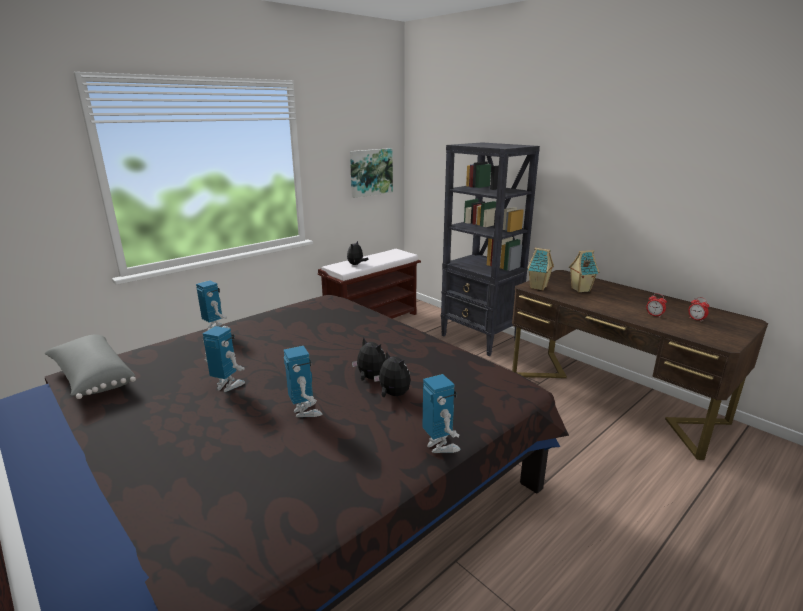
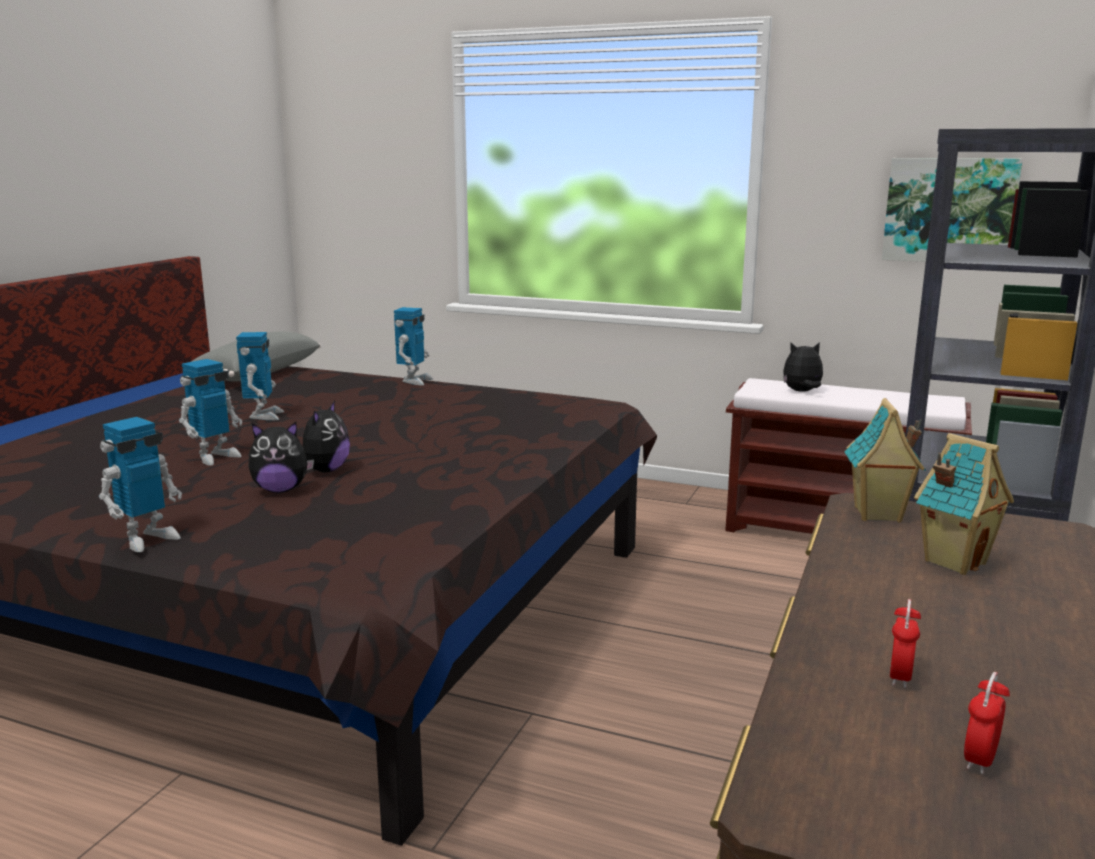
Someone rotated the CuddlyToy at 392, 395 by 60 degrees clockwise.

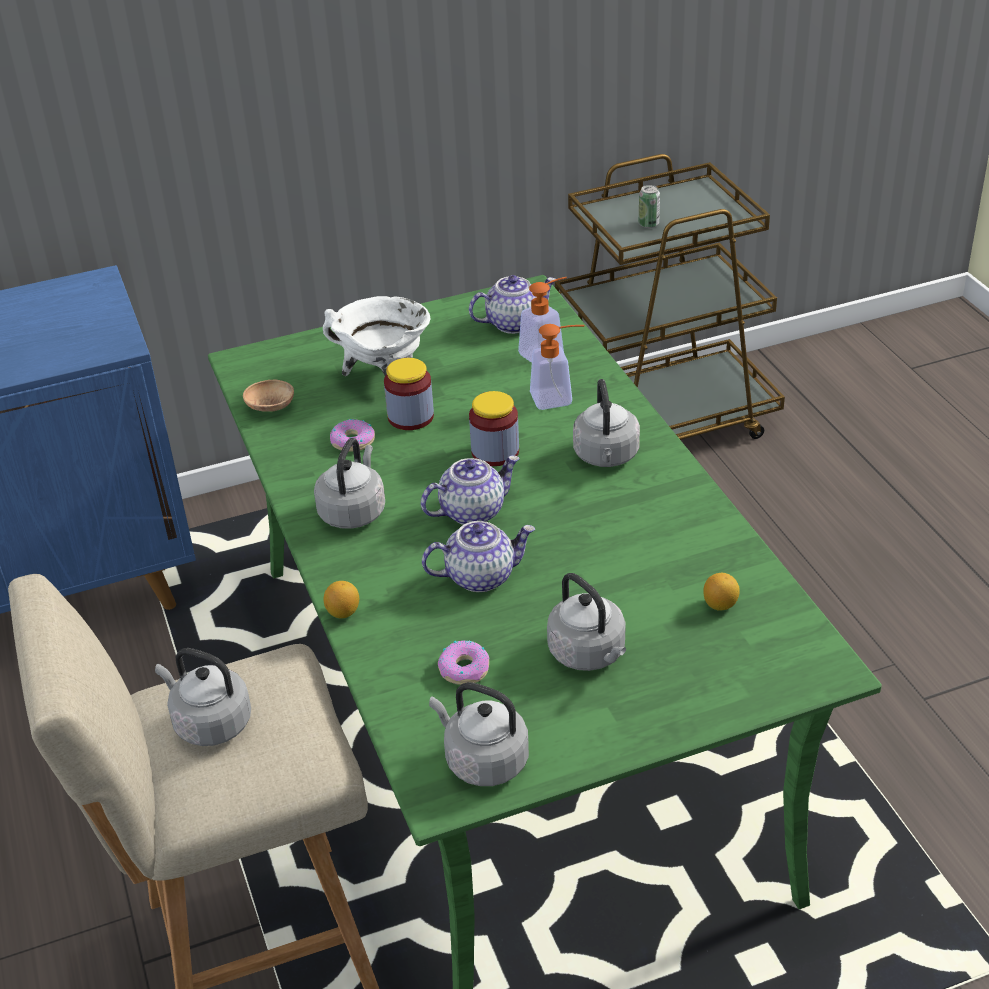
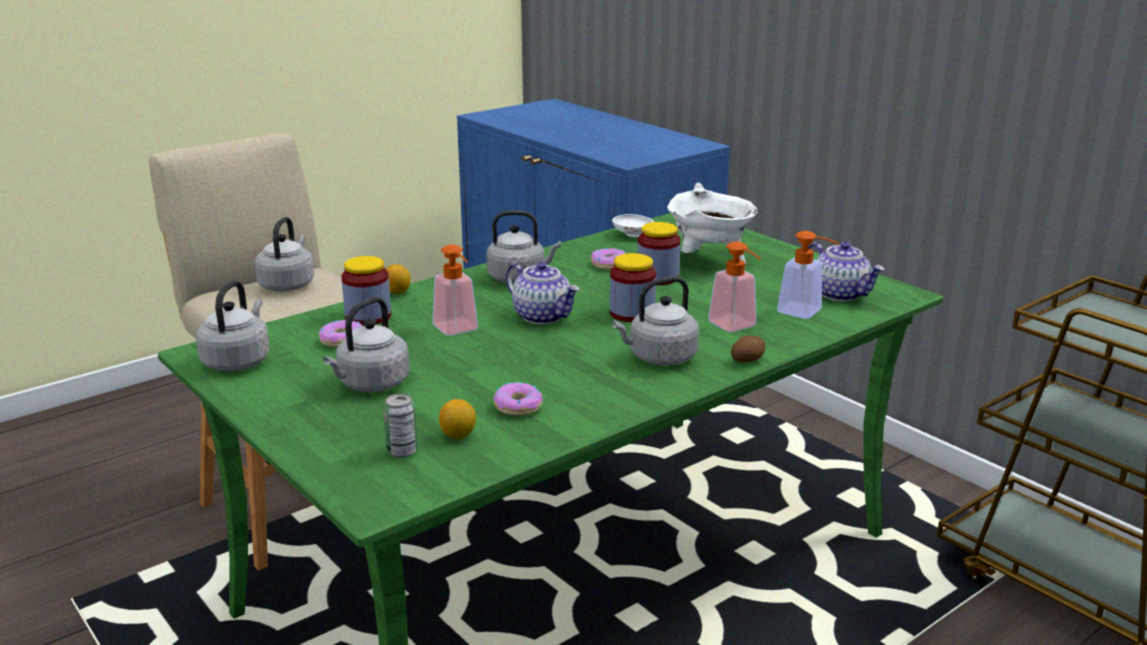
Someone put down the StorageJar at 368, 316.
Someone carried the Can from 648, 224 to 402, 451.
Someone swapped the Teapot at 481, 576 for the SoapBottle at 459, 331.
Someone put down the Donut at 518, 406.
Someone repainted the BrownishDeepDish at 270, 407, which became the WhiteColouredDeepDish at 632, 235.
Someone put down the Potato at 748, 360.

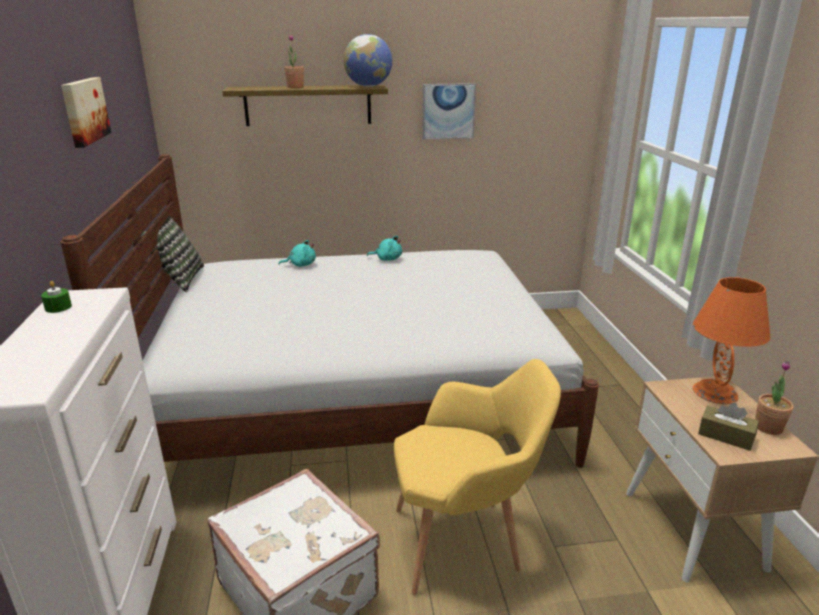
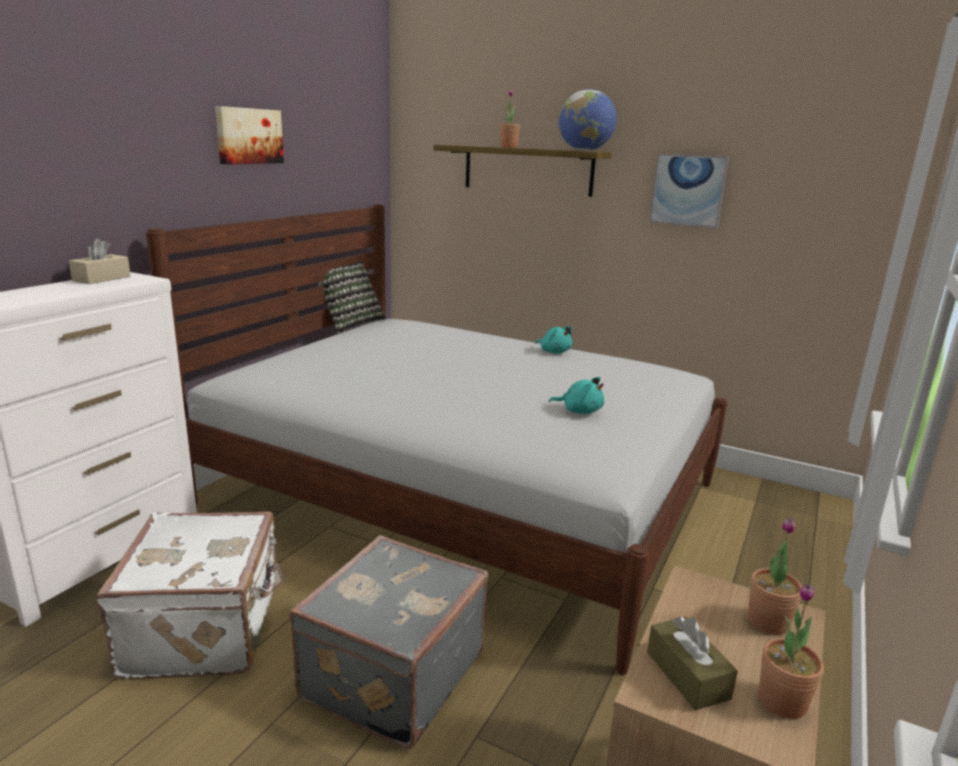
Someone swapped the GreenColouredCandle at 58, 307 for the BeigeColouredBoxOfTissues at 102, 279.
Someone swapped the YellowEasyChair at 465, 542 for the GreyTravelCase at 390, 674.
Someone carried the TurquoiseCuddlyToy from 300, 265 to 579, 411.
Someone swapped the OrangeyTableLamp at 715, 392 for the PlantInAPot at 768, 622.

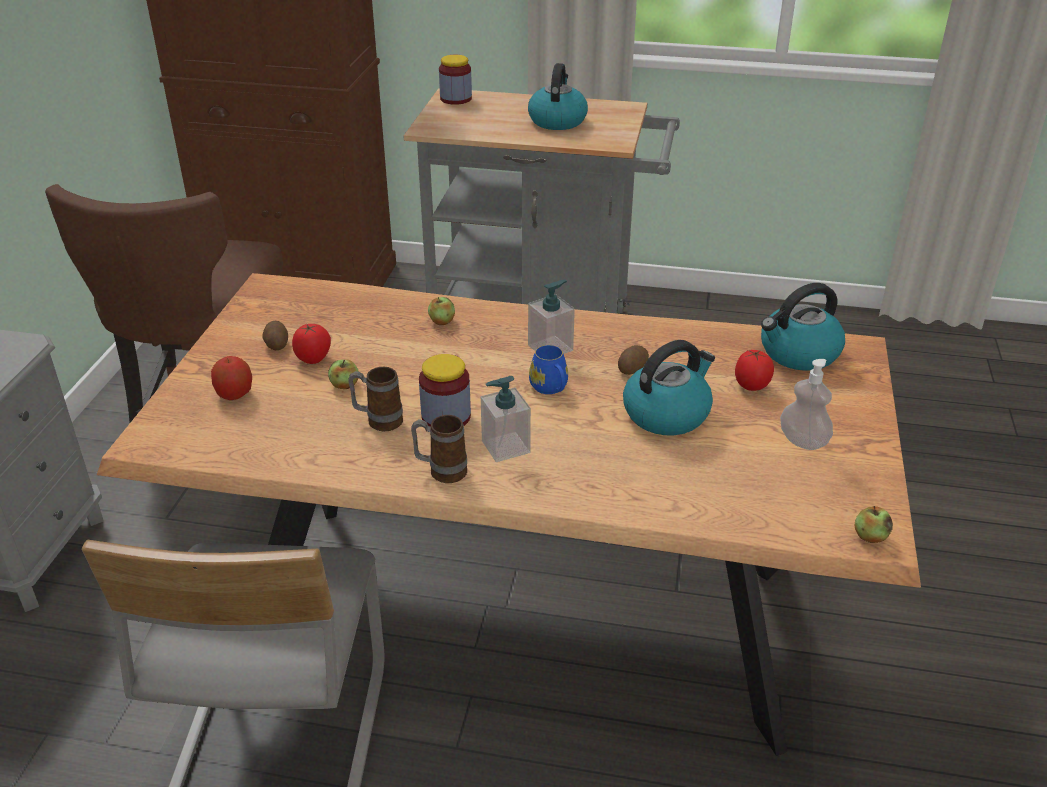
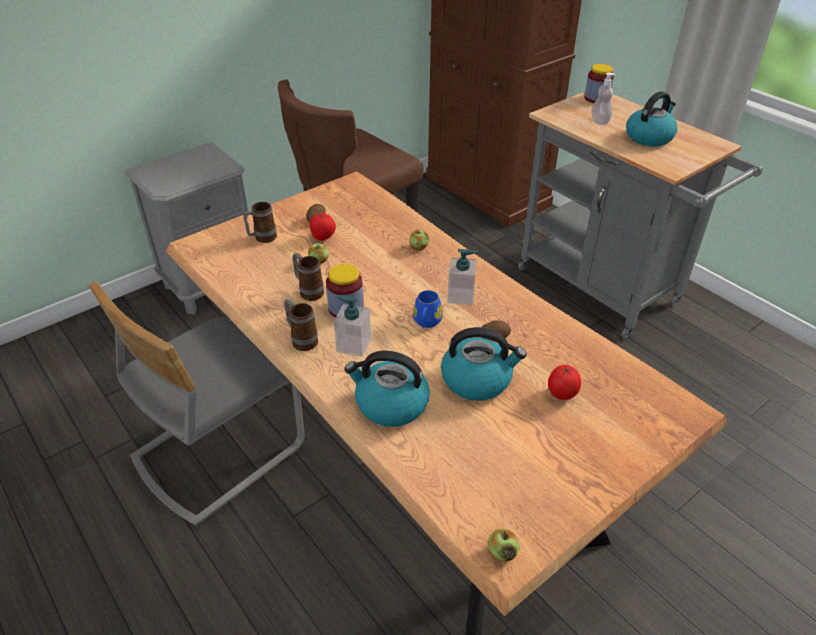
Someone swapped the Apple at 234, 395 for the TeaMug at 262, 239.
Someone carried the Kettle from 798, 353 to 390, 404.
Someone carried the SoapBottle from 803, 441 to 599, 121.

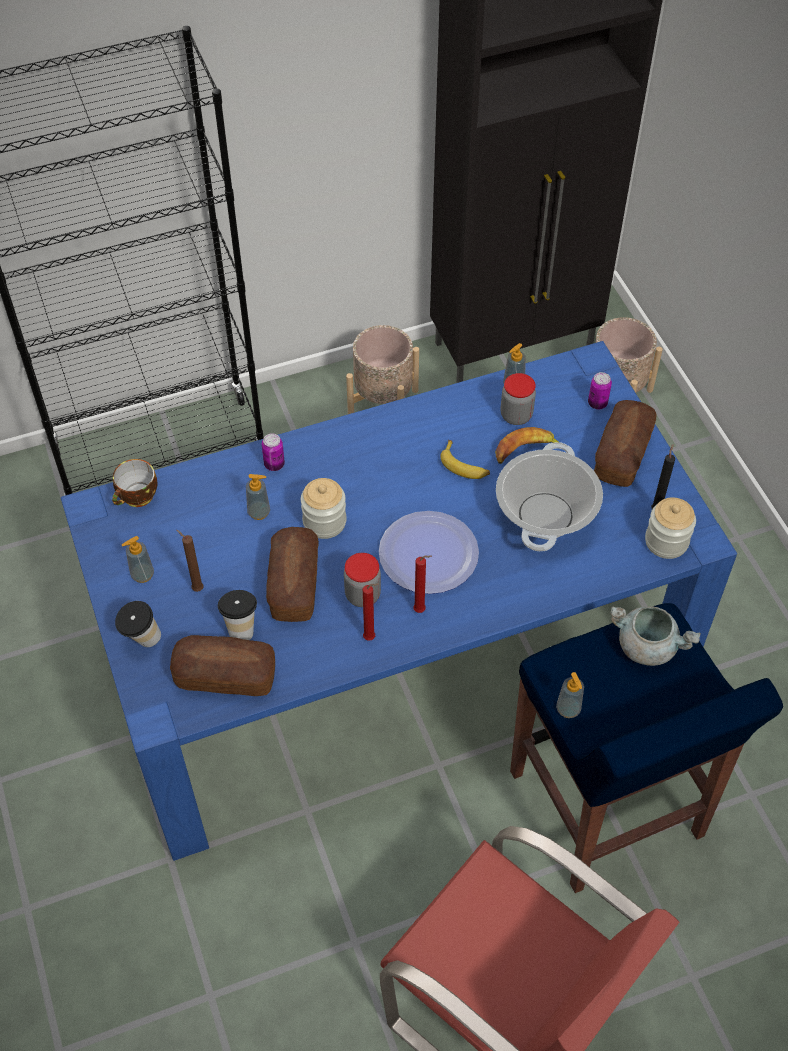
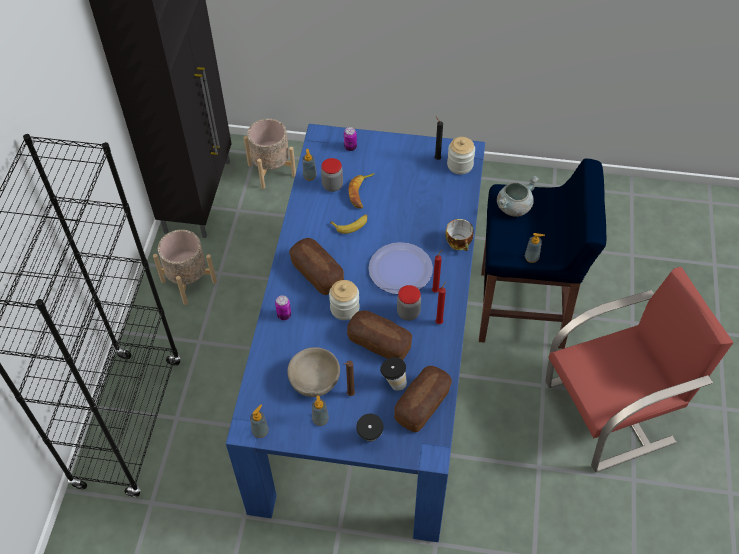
Someone carried the SoapBottle from 259, 512 to 260, 431.
Someone put down the BeigeColouredDeepDish at 314, 380.
Someone carried the Bread from 622, 454 to 317, 273.
Someone carried the SmallCup from 137, 497 to 459, 243.
Someone took away the Stockpot at 546, 515.

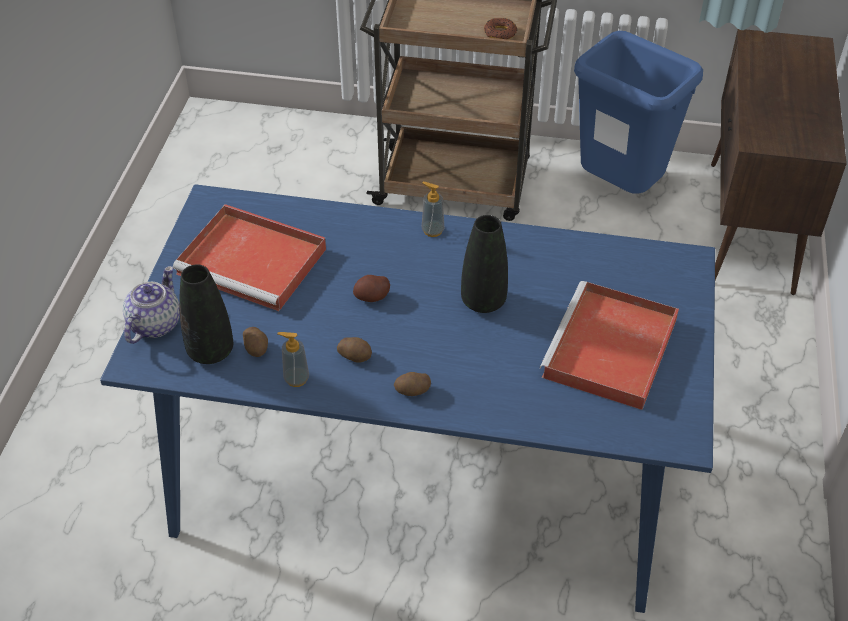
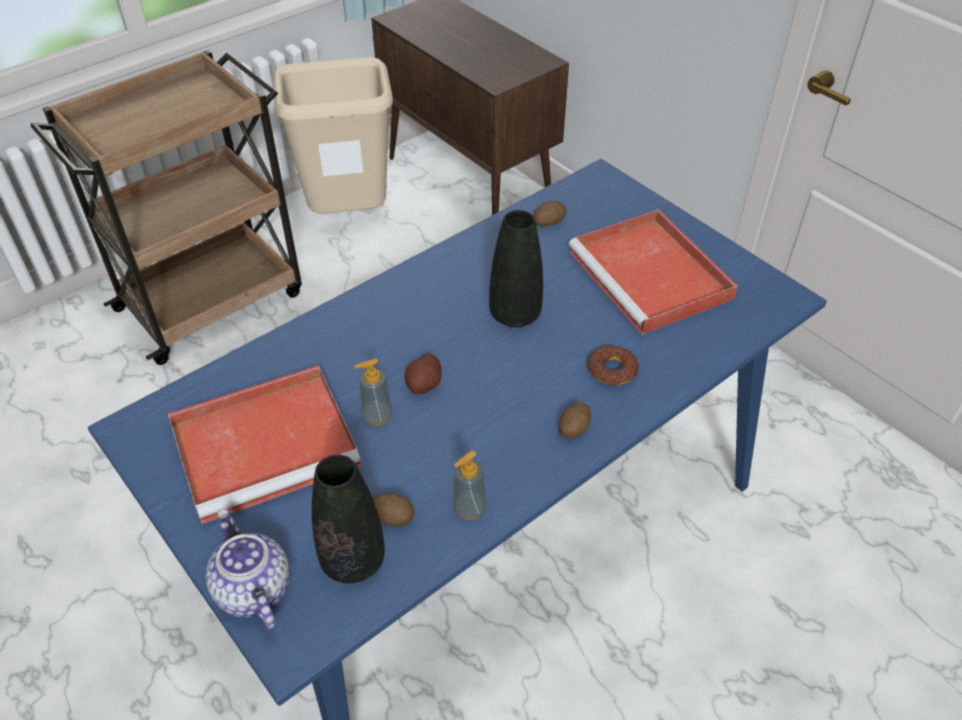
Someone repainted the BluishRubbishBin at 619, 191, which became the BeigeColouredRubbishBin at 350, 218.
Someone carried the SoapBottle from 432, 230 to 377, 416.
Someone carried the Potato from 355, 355 to 548, 221.
Someone carried the Donut from 500, 33 to 612, 370.

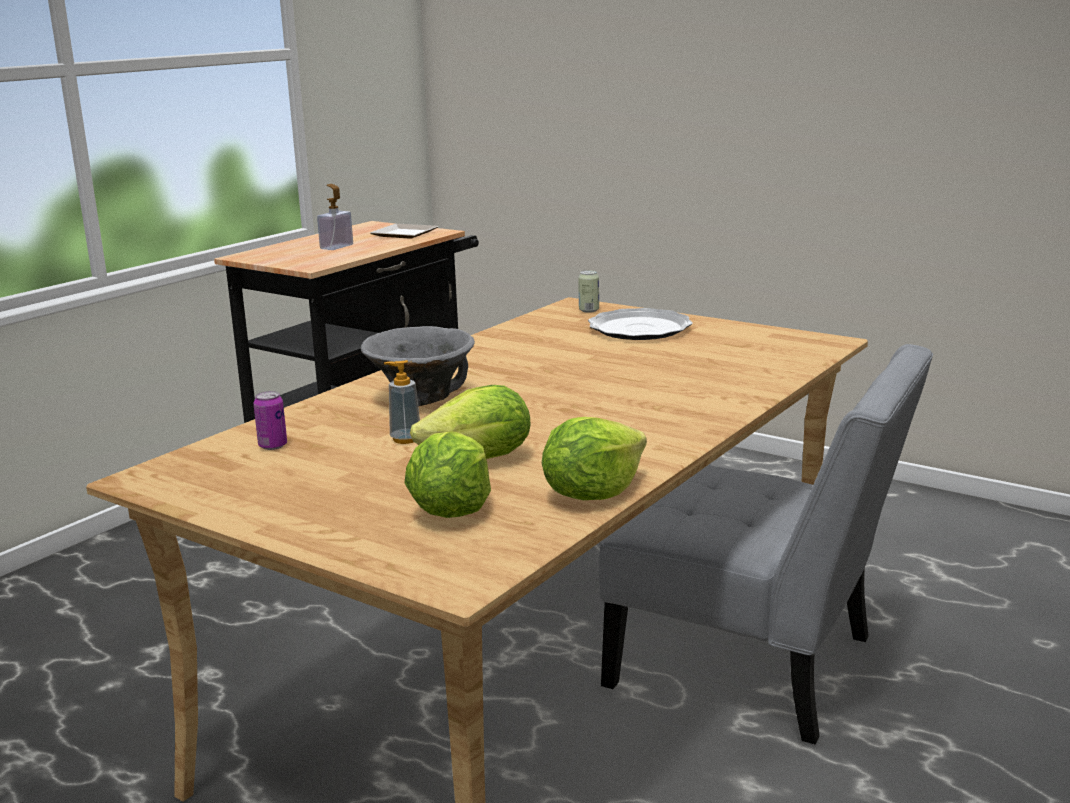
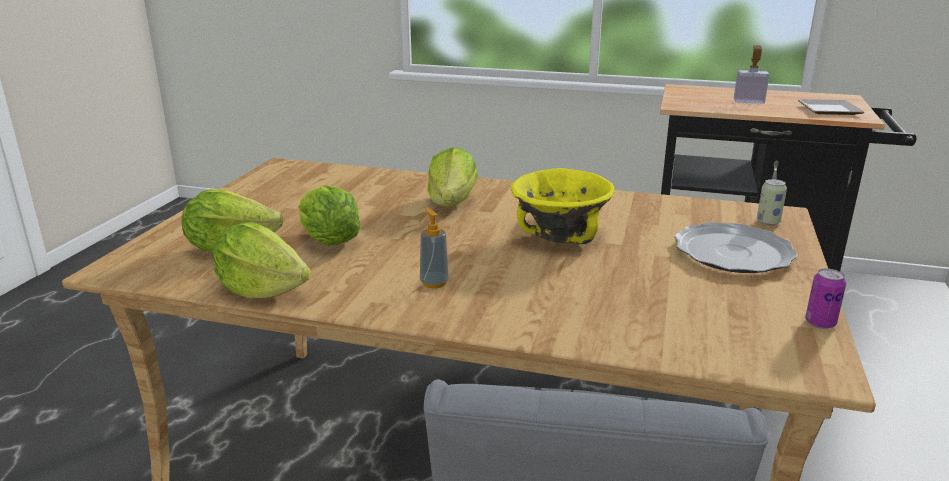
Someone carried the SoapBottle from 405, 439 to 434, 283.
Someone swapped the GreyDeepDish at 421, 399 for the HeadOfLettuce at 452, 202.
Someone put down the YellowDeepDish at 560, 235.
Someone carried the Can from 273, 446 to 820, 323.

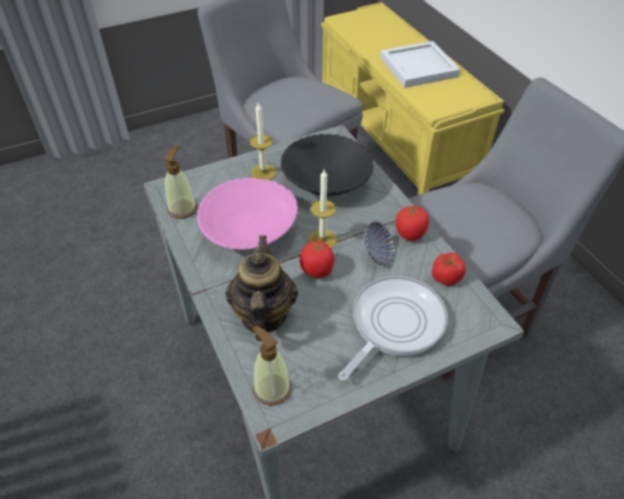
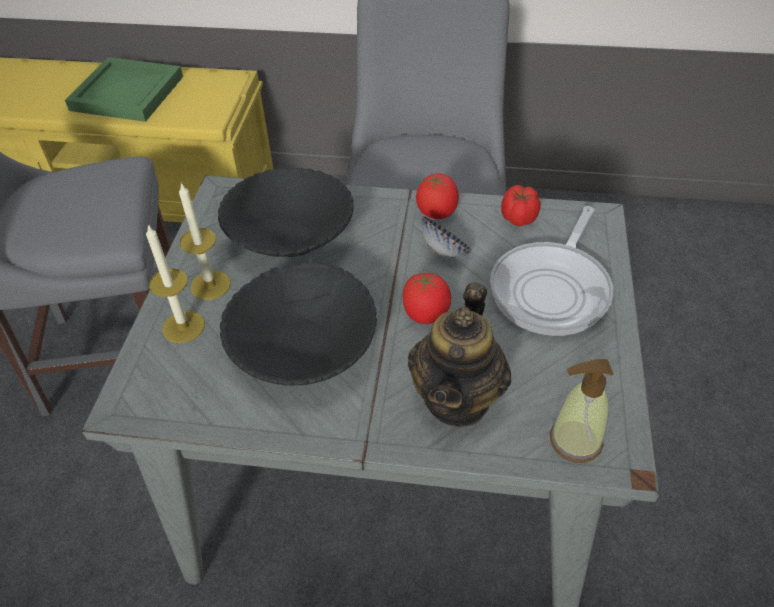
Someone repainted the WhiteColouredServingTray at 418, 68, which became the GreenColouredServingTray at 128, 94.
Someone carried the Candle from 322, 240 to 183, 326.
Someone repainted the PinkDeepDish at 249, 231, which became the BlackishDeepDish at 303, 348.
Someone rotated the Teapot at 263, 315 by 105 degrees counterclockwise.
Someone rotated the Pan at 394, 324 by 135 degrees counterclockwise.
Someone took away the SoapBottle at 182, 208.

